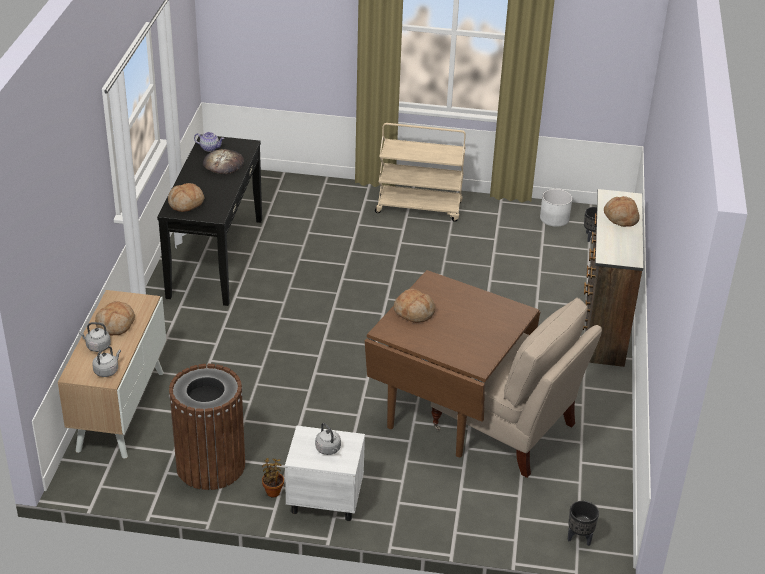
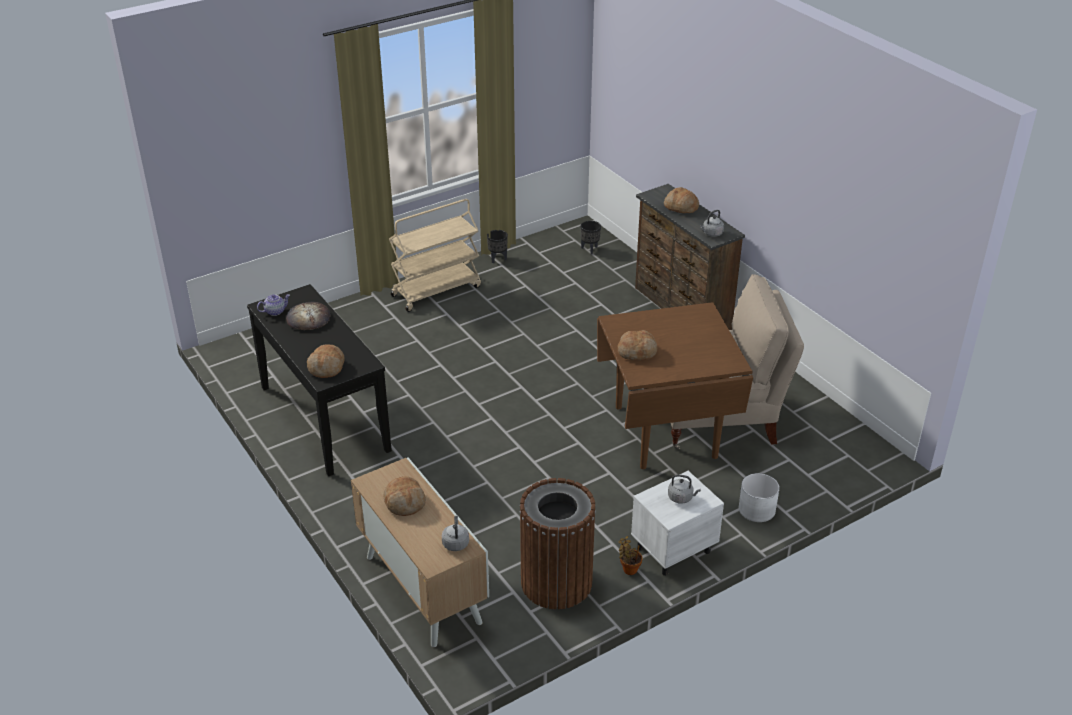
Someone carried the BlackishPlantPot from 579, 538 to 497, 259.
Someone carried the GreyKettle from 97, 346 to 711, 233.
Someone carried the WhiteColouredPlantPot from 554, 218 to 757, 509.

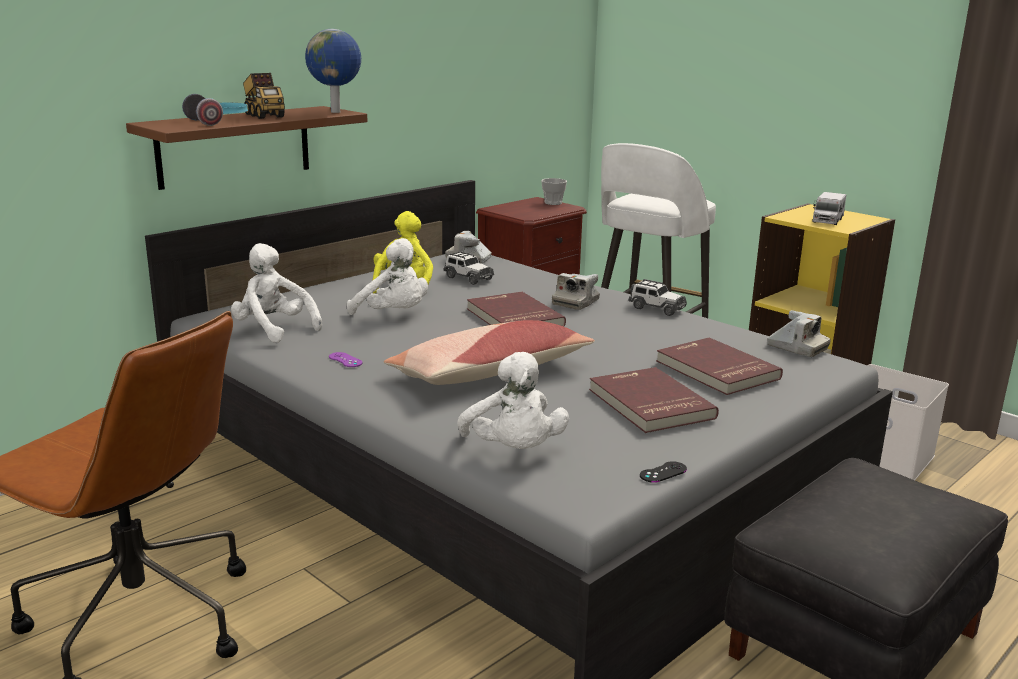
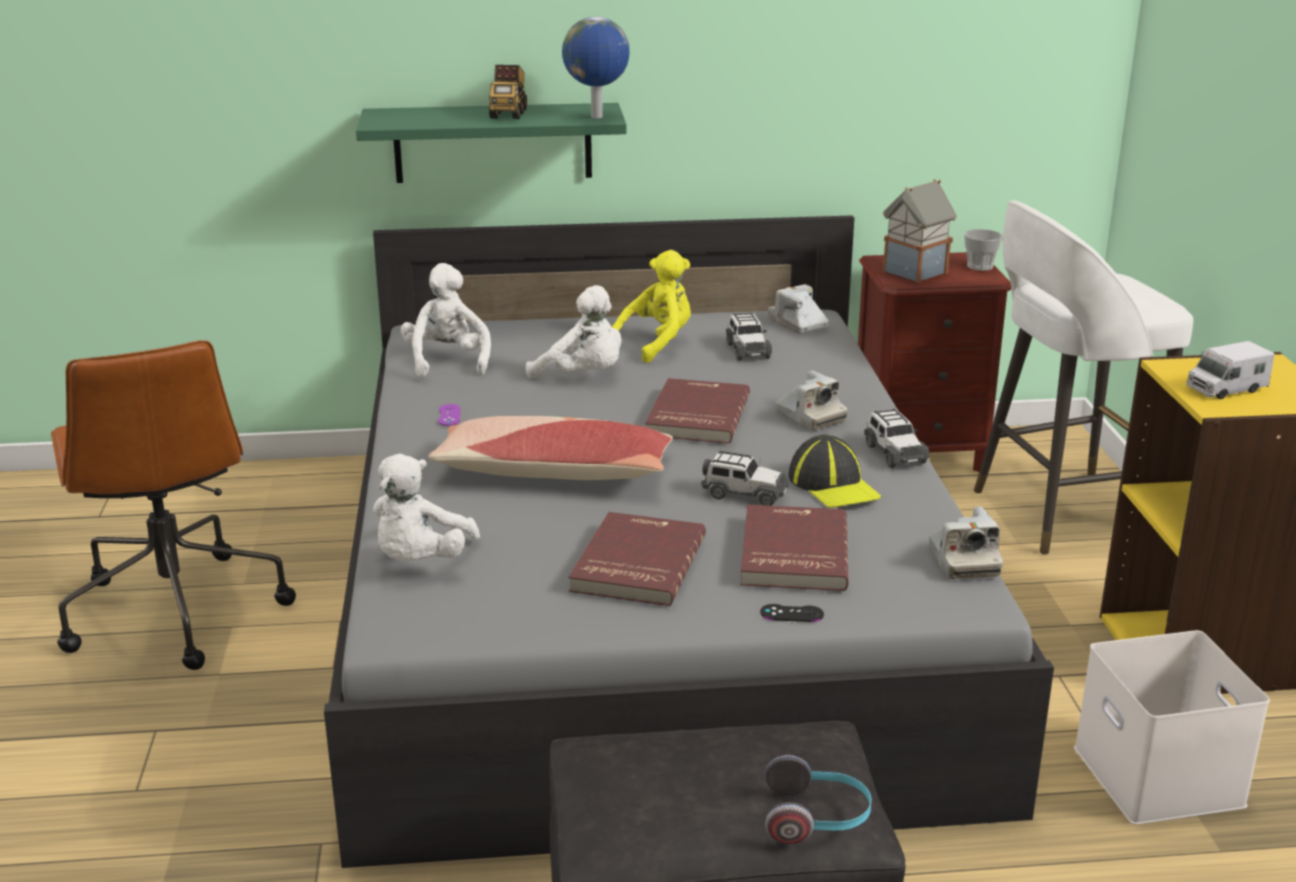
Someone repainted the BrownishShelf at 234, 146, which became the GreenColouredShelf at 493, 142.
Someone rotated the WhiteColouredCuddlyToy at 394, 315 by 45 degrees counterclockwise.
Someone put down the MiniatureCar at 744, 494.
Someone carried the BlackishJoypad from 663, 472 to 792, 613.
Someone carried the Headset from 219, 121 to 816, 819.
Someone rotated the PhotoCamera at 576, 302 by 105 degrees counterclockwise.
Someone put down the PeakedCap at 833, 485.
Someone put down the MiniatureHouse at 914, 273.

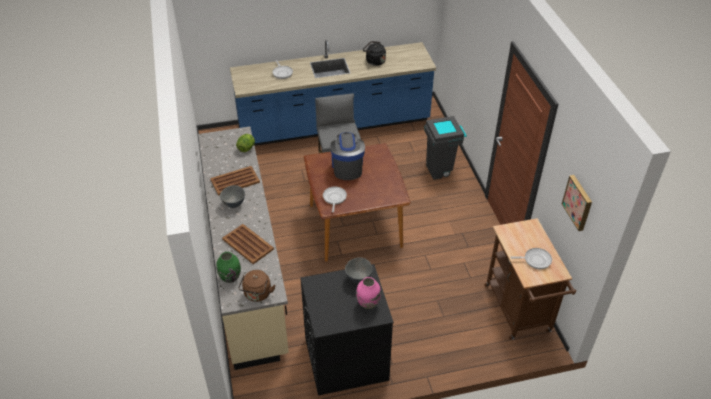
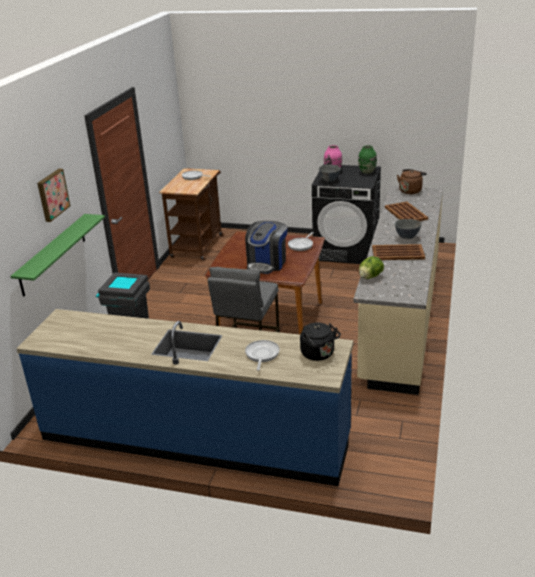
Someone put up the GreenColouredShelf at 53, 254.
Someone carried the Picture from 578, 202 to 52, 194.
Someone carried the BlackishKettle from 374, 61 to 319, 354.
Someone carried the GreenColouredFlowerVase from 230, 277 to 367, 172.

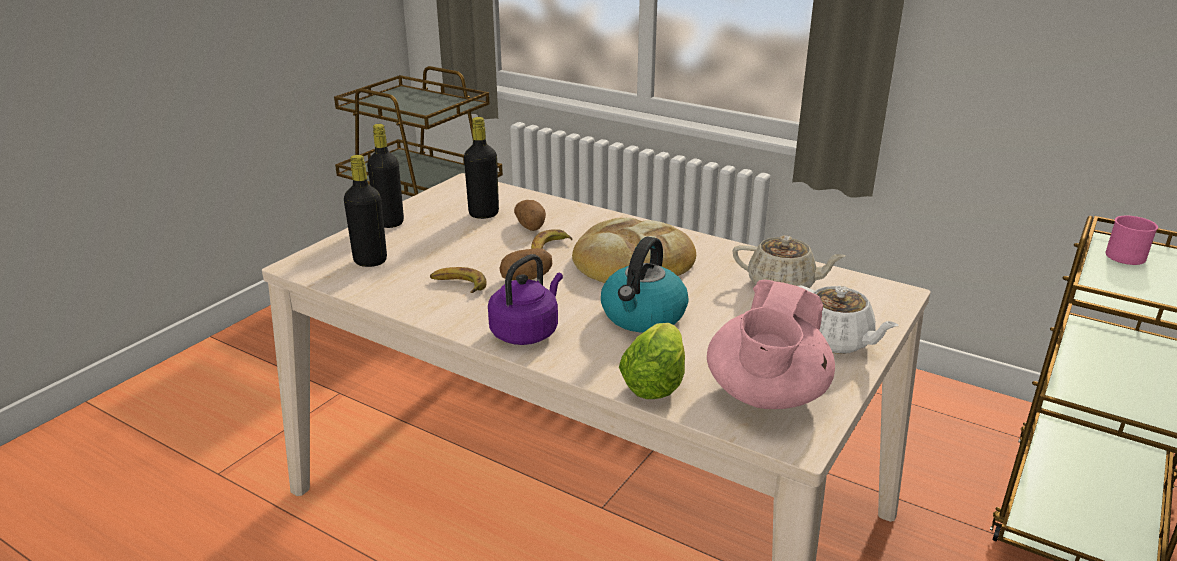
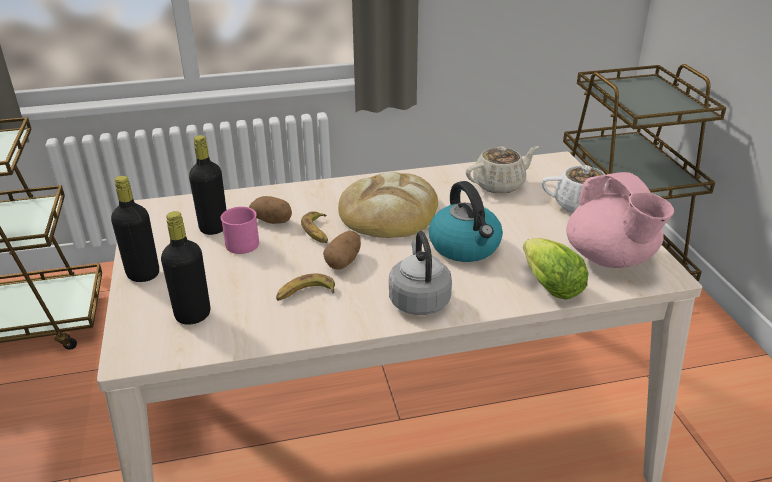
Someone carried the PinkTeaMug from 1125, 254 to 242, 241.
Someone repainted the PurpleKettle at 527, 332, which became the GreyKettle at 419, 300.

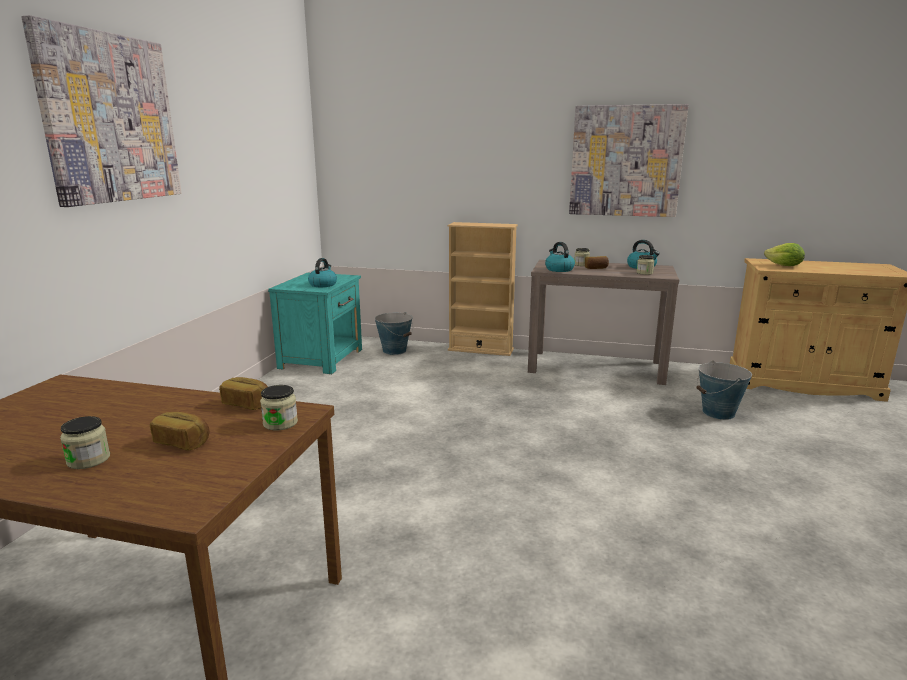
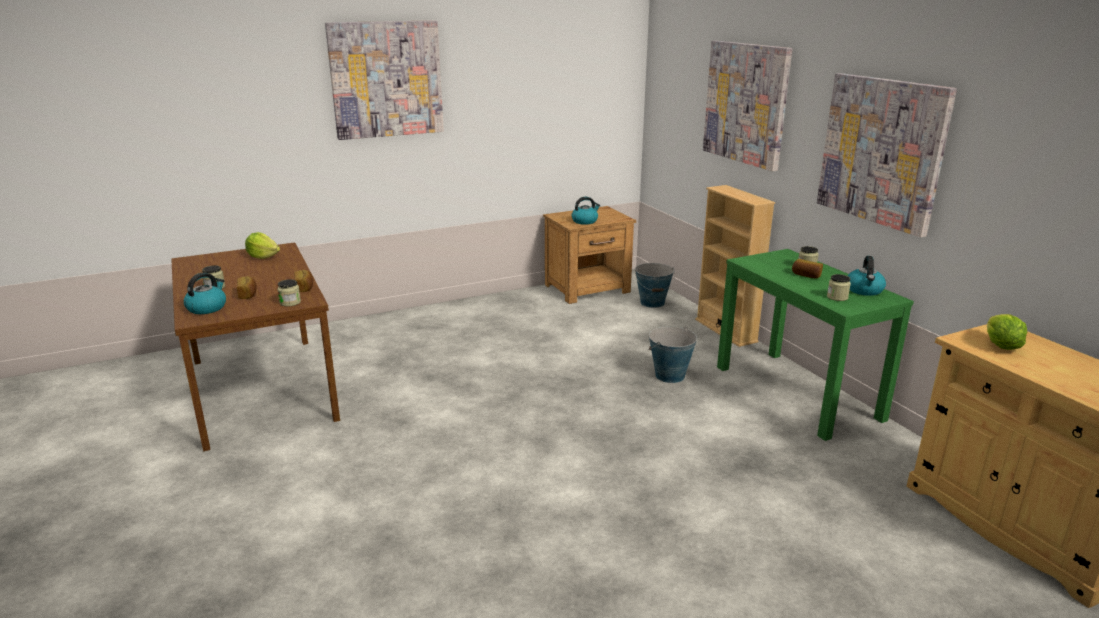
Someone carried the Kettle from 559, 269 to 207, 308.
Someone put down the HeadOfLettuce at 263, 257.
Someone repainted the TurquoiseNightTable at 322, 358, which became the BrownishNightTable at 588, 289.
Someone carried the Pail from 718, 413 to 669, 376.
Someone put up the Picture at 746, 103.
Someone repainted the BrownishHallTable at 596, 367, which became the GreenColouredHallTable at 797, 392.

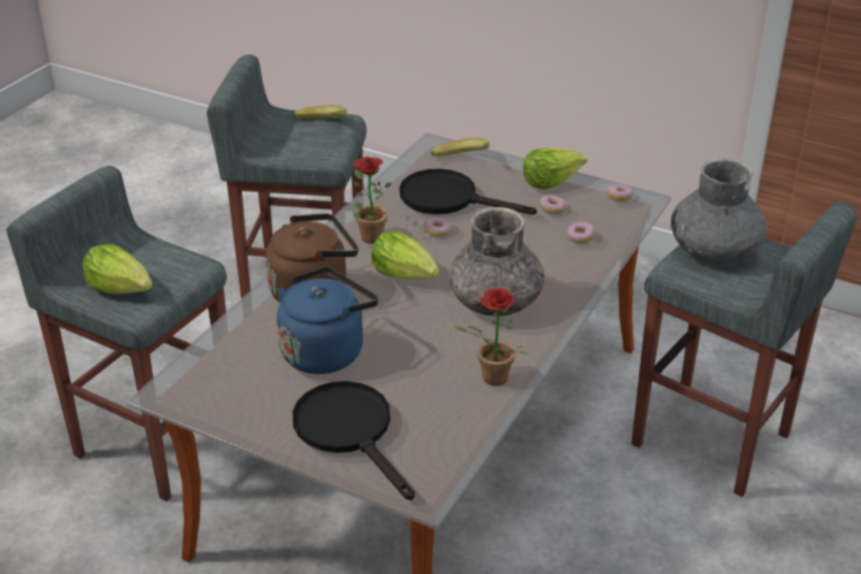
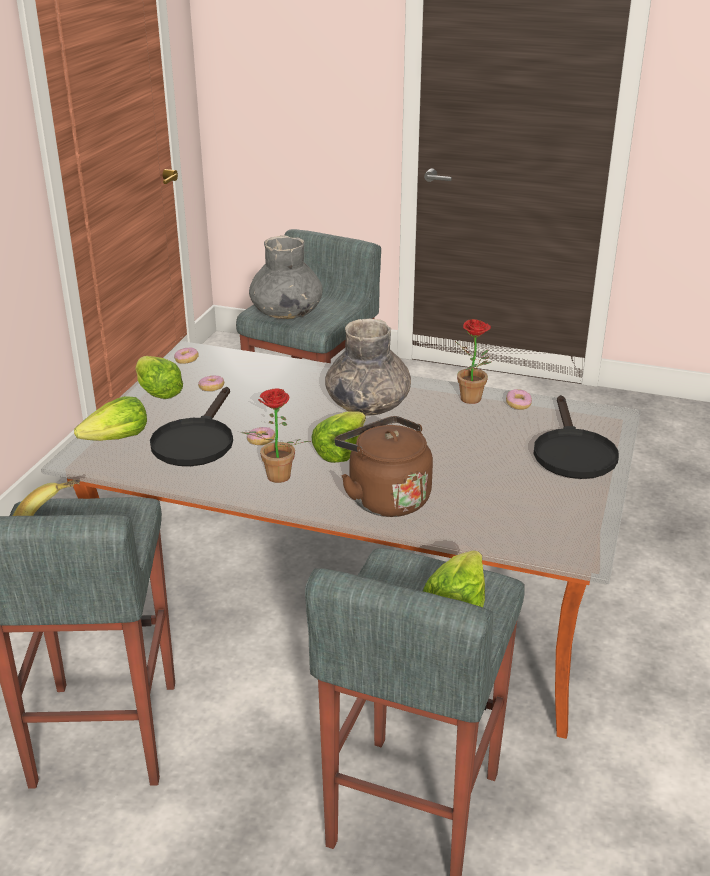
Someone swapped the BananaFruit at 462, 162 for the HeadOfLettuce at 117, 439.
Someone carried the Donut from 580, 238 to 518, 404.
Someone rotated the BlackishPan at 350, 431 by 45 degrees counterclockwise.
Someone took away the BluishKettle at 326, 351.

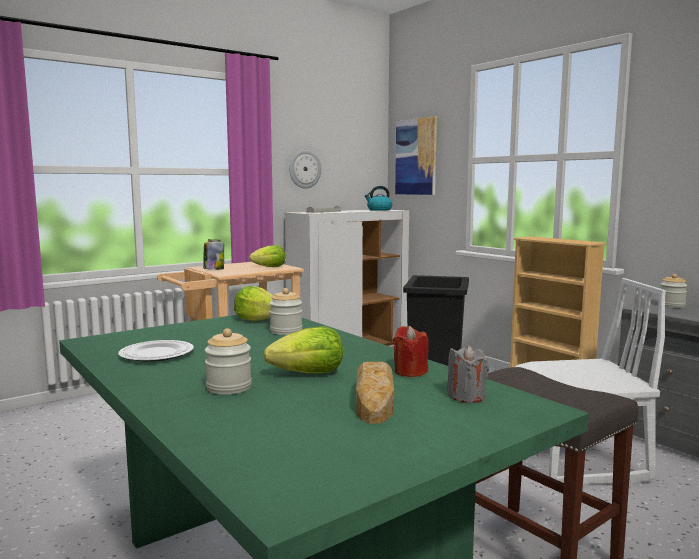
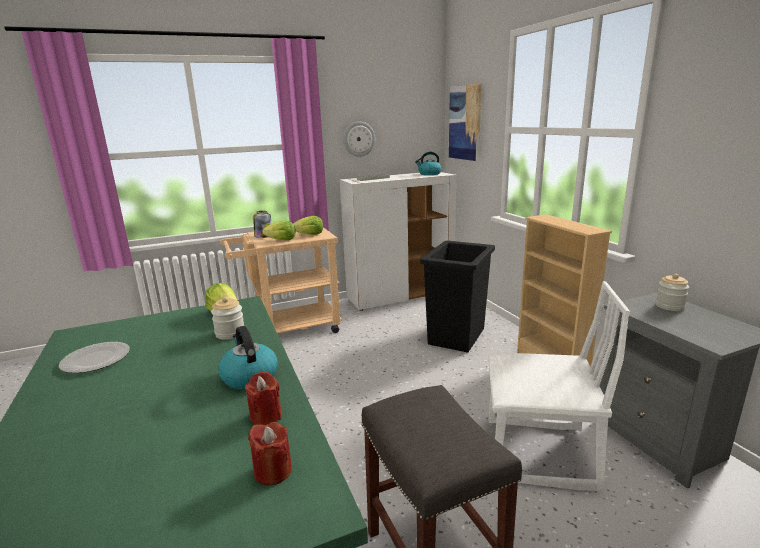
Someone put down the Kettle at 249, 376.
Someone repainted the GreyCandle at 466, 396, which became the ReddishCandle at 273, 471.
Someone carried the HeadOfLettuce from 309, 374 to 282, 240.
Someone took away the StorageJar at 229, 387.
Someone took away the Bread at 374, 400.

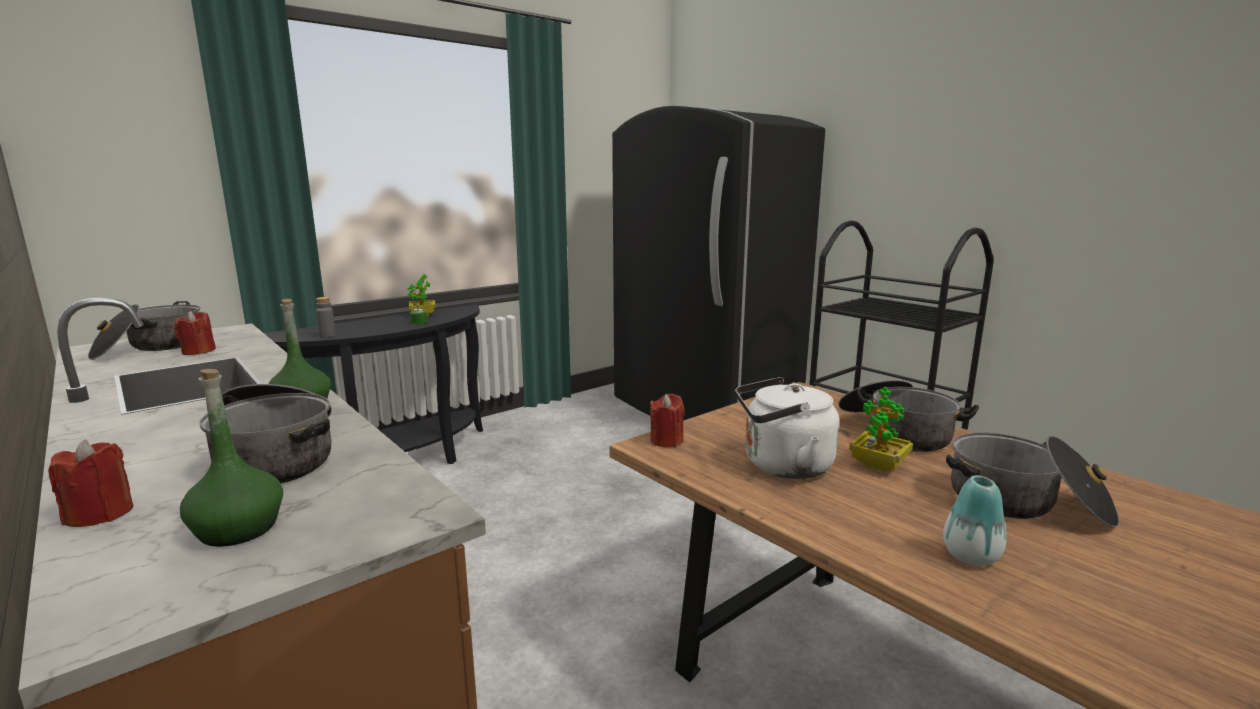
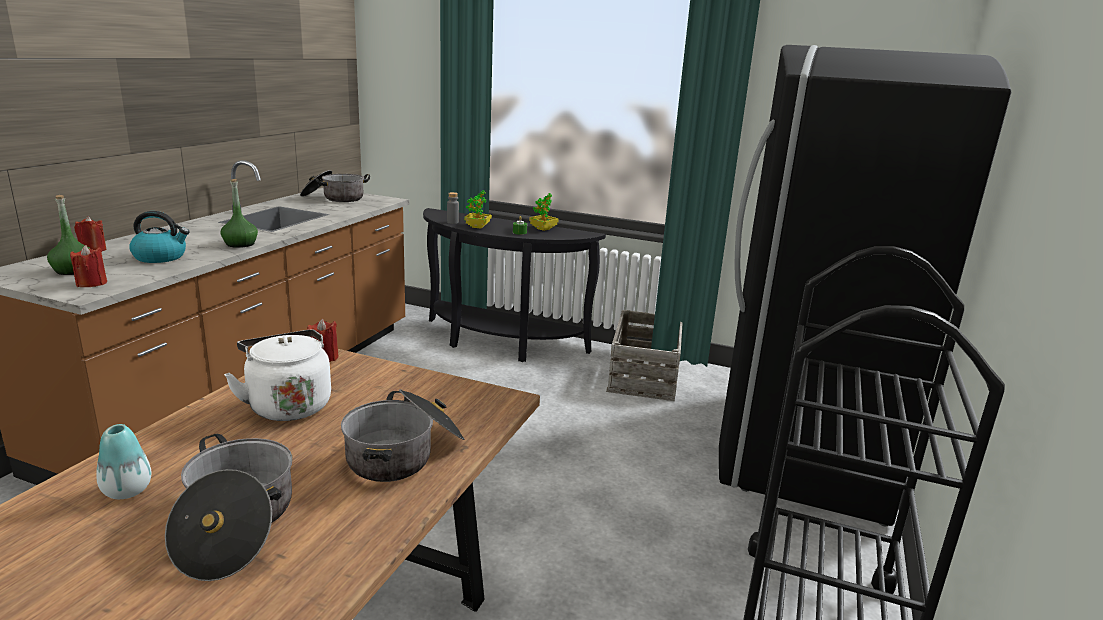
Someone carried the ReddishCandle from 198, 351 to 91, 283.
Someone swapped the Stockpot at 279, 456 for the Kettle at 161, 257.
Someone carried the PlantInAPot from 878, 465 to 477, 227.
Someone put down the Crate at 645, 375.

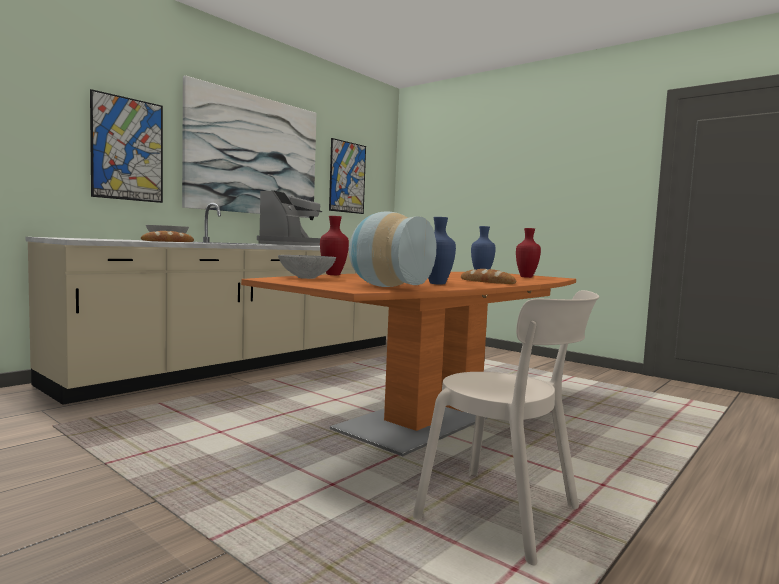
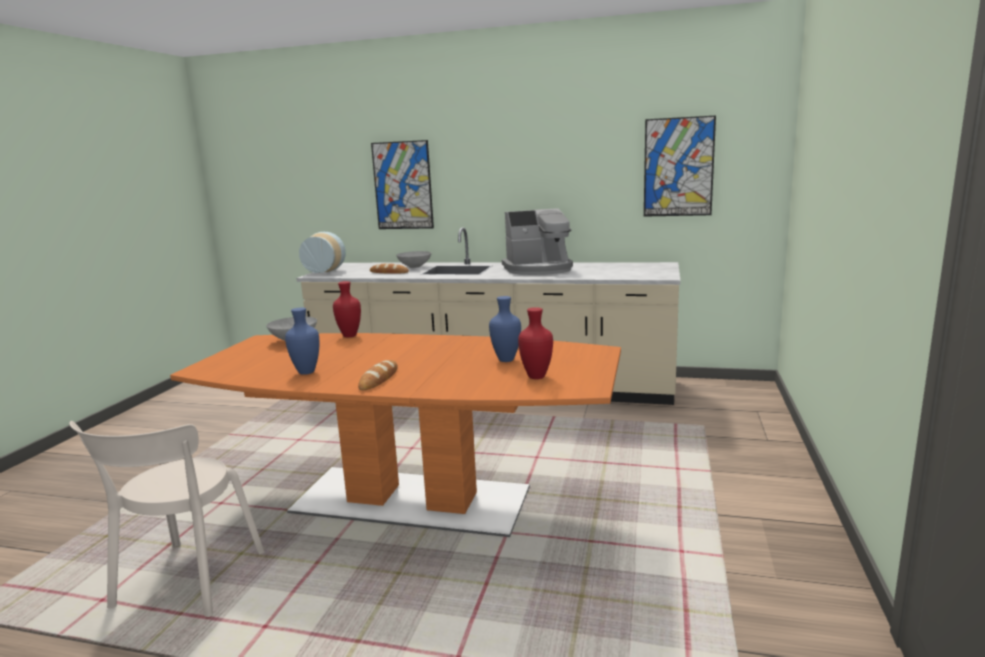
Someone carried the FlowerVase from 386, 286 to 326, 271.
Someone took away the Picture at 254, 155.

